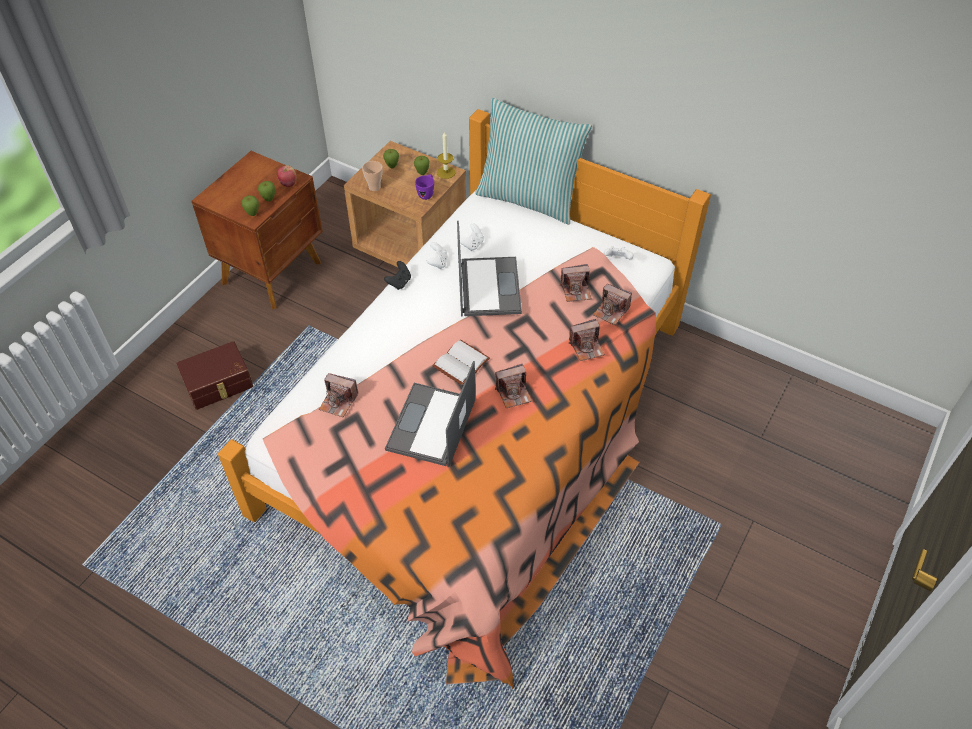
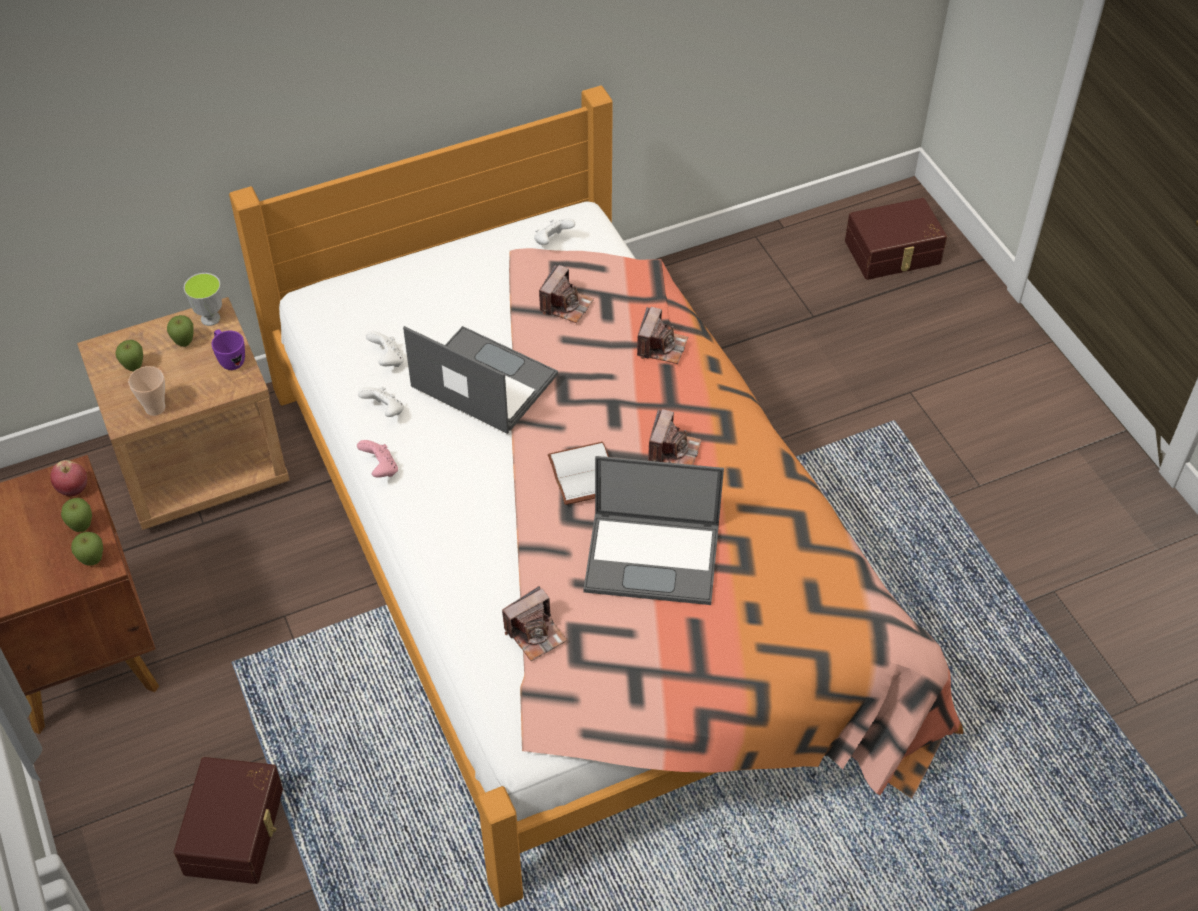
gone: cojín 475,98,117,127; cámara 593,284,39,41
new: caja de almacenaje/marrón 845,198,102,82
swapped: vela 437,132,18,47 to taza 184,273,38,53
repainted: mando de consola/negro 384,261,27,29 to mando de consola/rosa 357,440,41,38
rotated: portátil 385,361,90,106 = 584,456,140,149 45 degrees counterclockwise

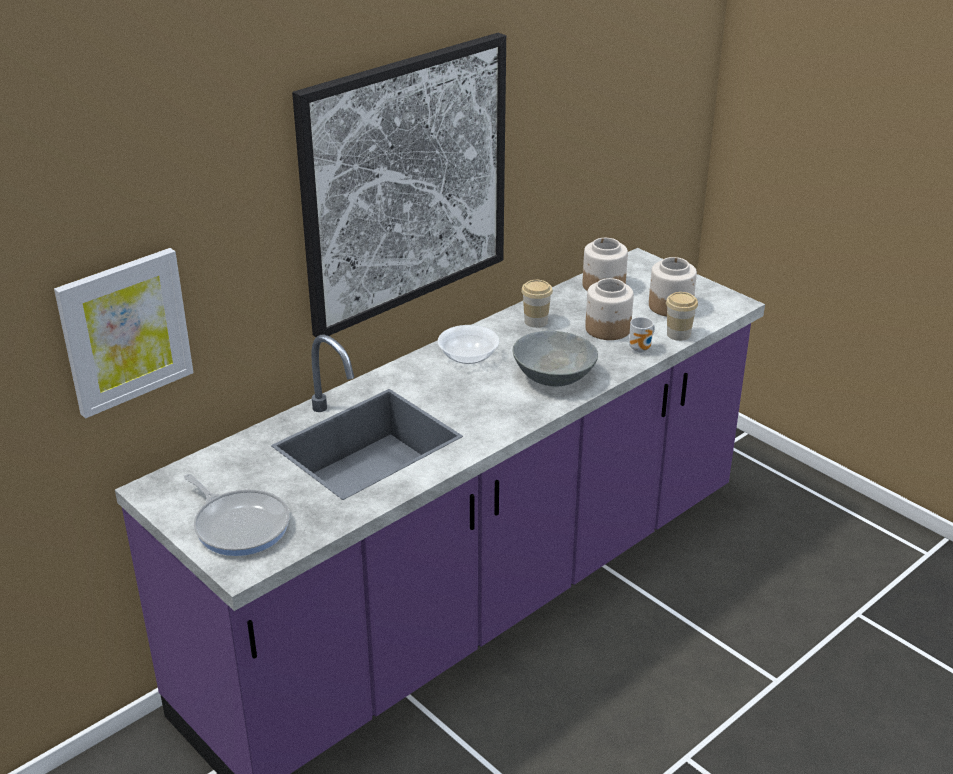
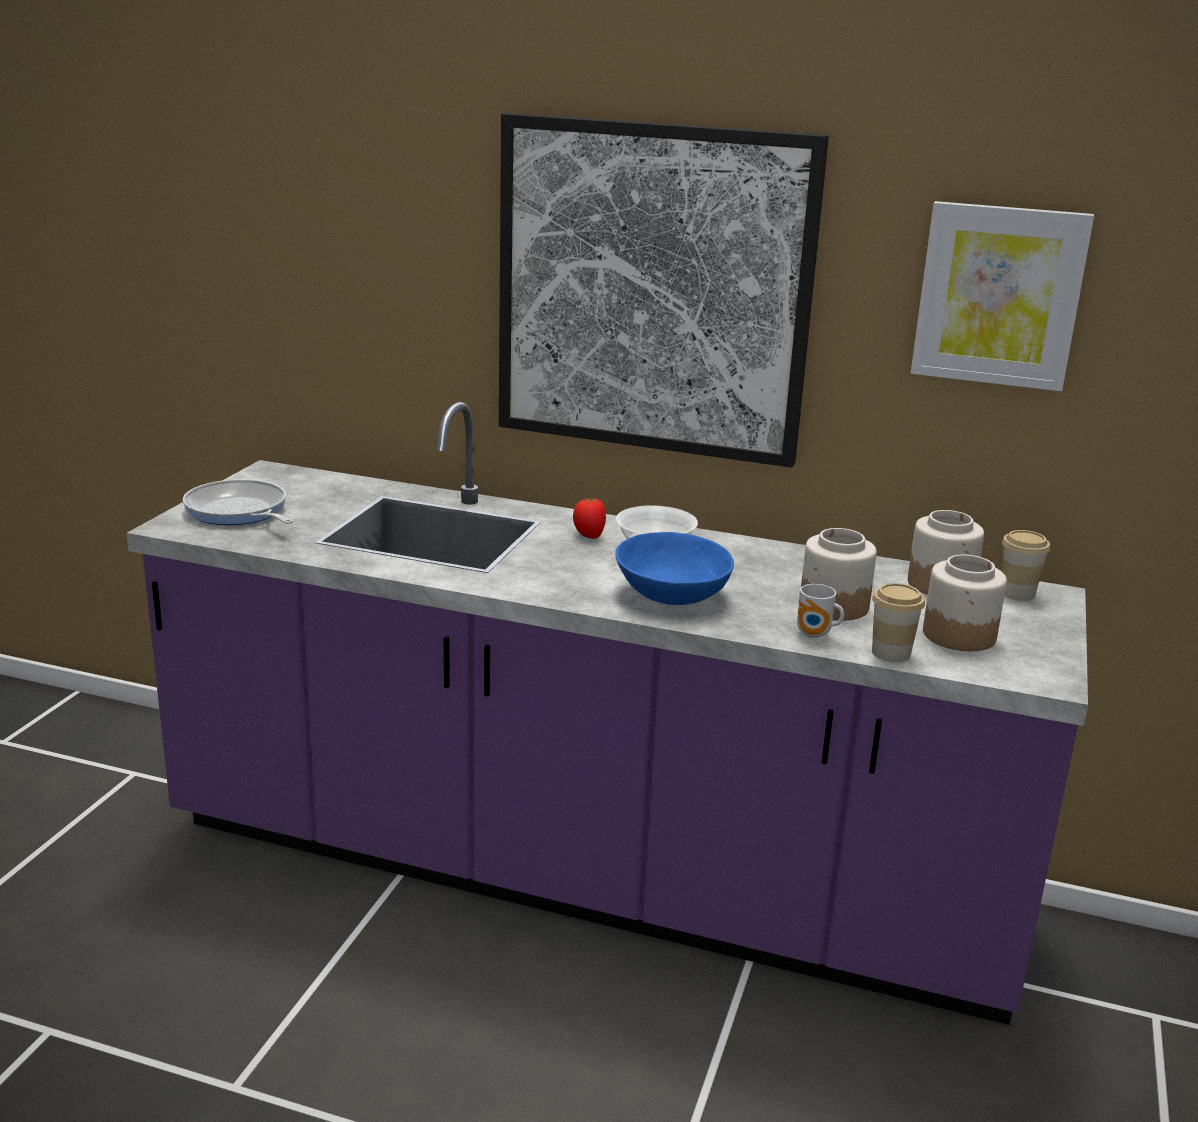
new: tomate 573,498,33,41
shifted: cuadro 54,248,140,170 to 911,201,183,190; taza 521,280,32,48 to 1002,530,48,71
repainted: cuenco/gris 513,331,85,55 to cuenco/azul 615,532,119,73
rotated: sartén 184,474,106,82 = 183,479,110,46 120 degrees clockwise

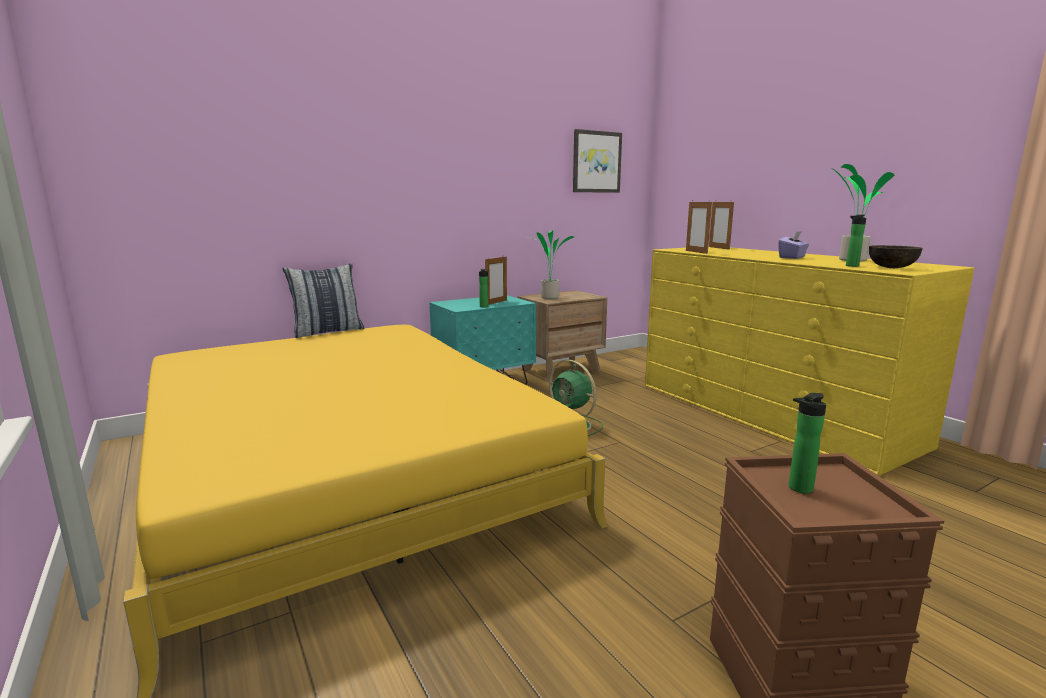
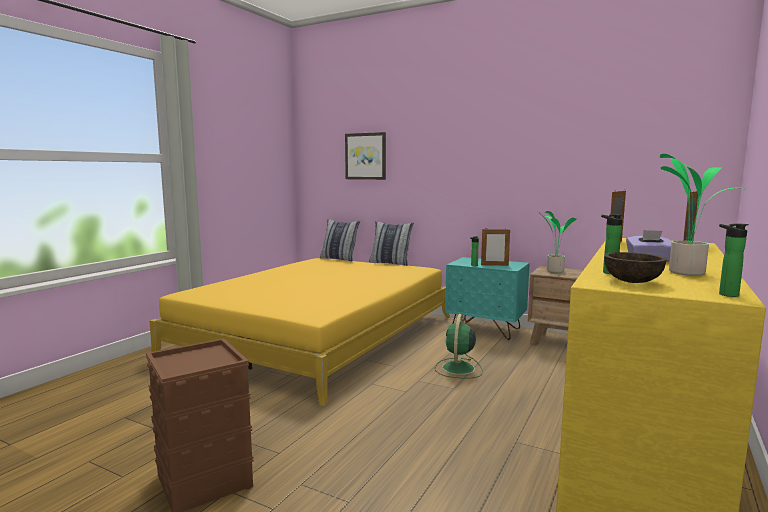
new: cojín 320,219,40,43
shifted: cuadro 573,129,49,64 to 345,132,41,48; botella 789,393,37,101 to 719,223,30,74

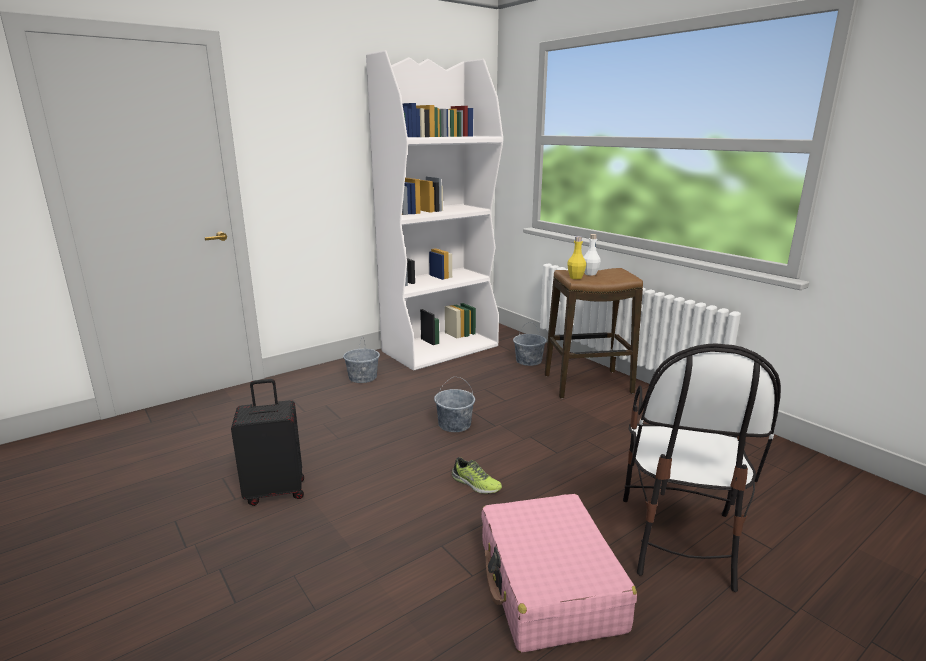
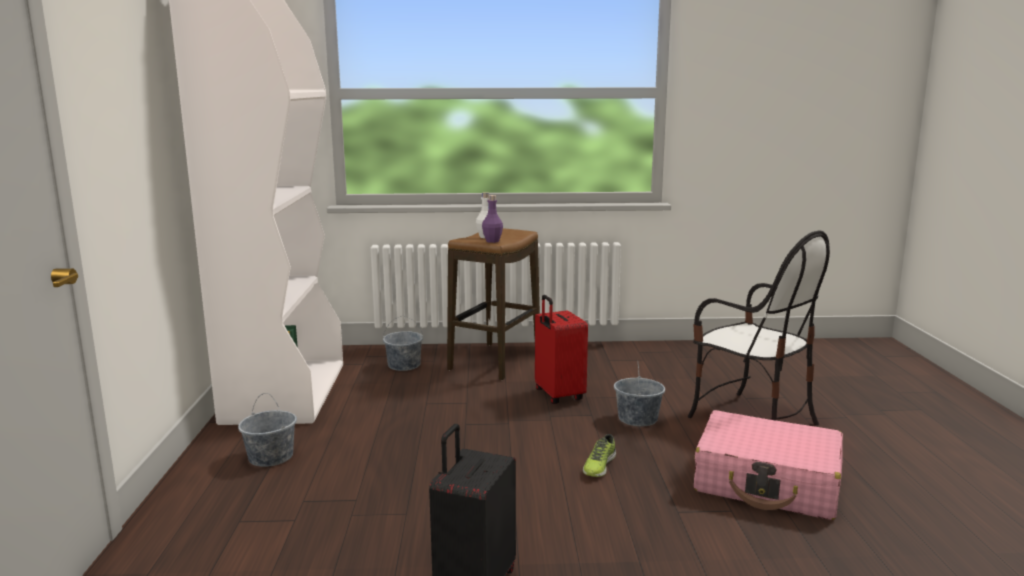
new: maleta/rojo 535,295,53,109
shifted: cubo/gris 434,377,41,55 to 614,364,51,63
repainted: botella/amarillo 567,236,19,43 to botella/morado 482,195,21,48
rotated: zapato 452,457,50,37 = 583,434,33,43 135 degrees clockwise

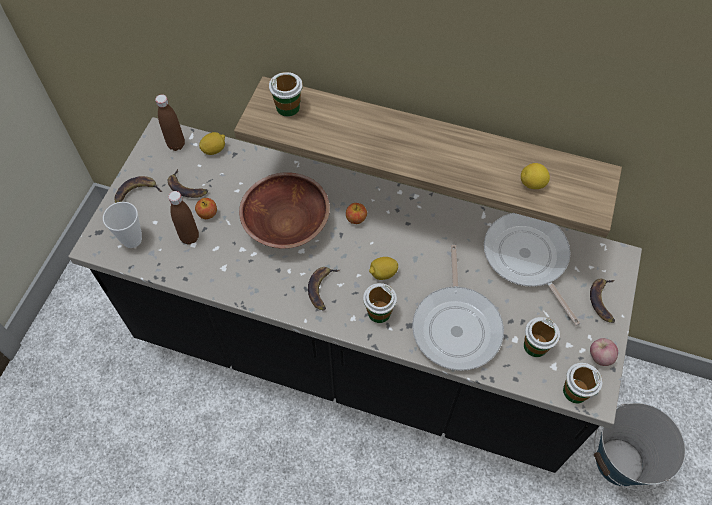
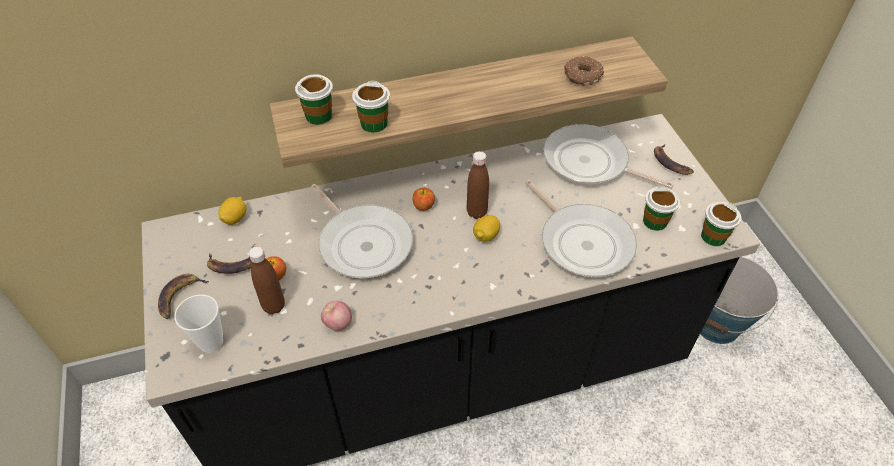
gone: plátano 308,267,33,44
shifted: botella/marrón 155,95,30,56 to 467,151,22,68; taza 363,283,34,40 to 352,80,38,53; manzana 590,338,28,28 to 321,301,31,30
swapped: cuenco/marrón 239,172,91,77 to sartén 311,184,102,94; limón 521,163,29,26 to rosquilla 564,56,40,30

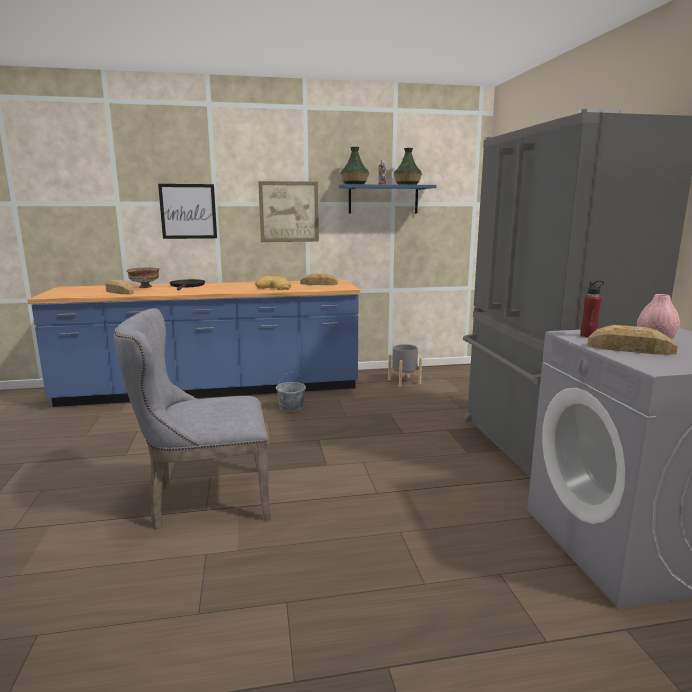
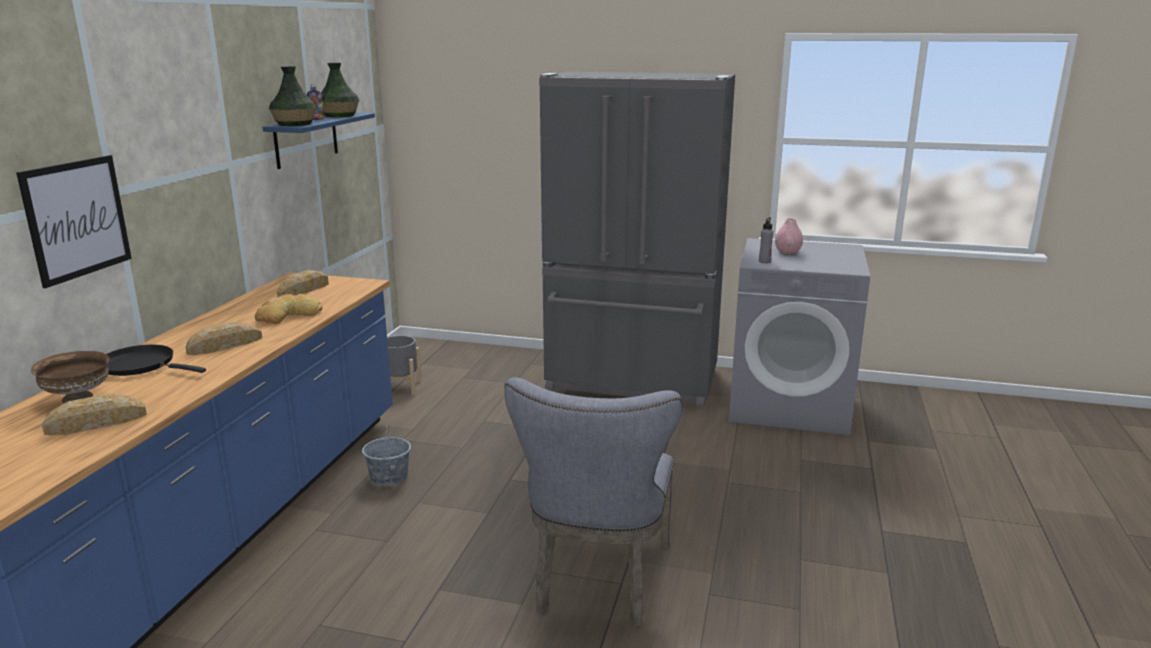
gone: cuadro 258,181,61,61
shifted: pan 587,325,91,30 to 185,322,77,33
repainted: botella/rojo 580,281,24,57 to botella/gris 759,217,14,46

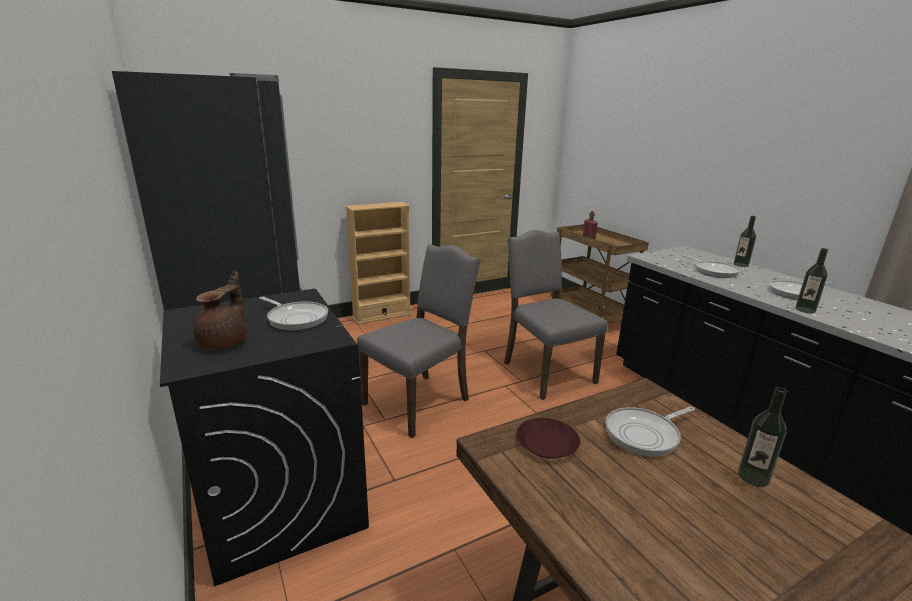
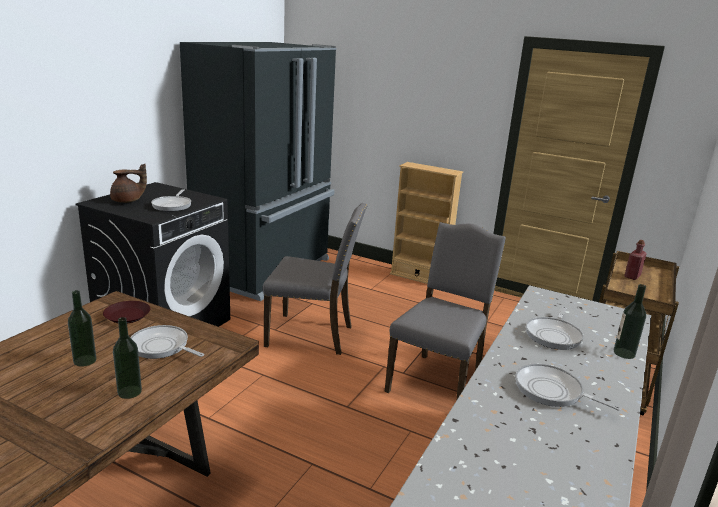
shifted: botella 795,248,33,65 to 68,290,28,77

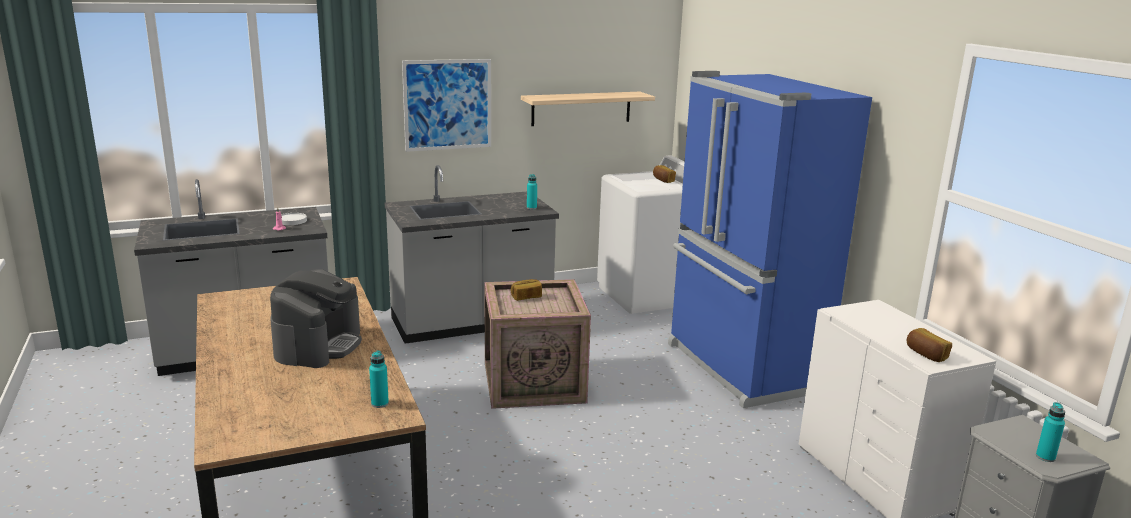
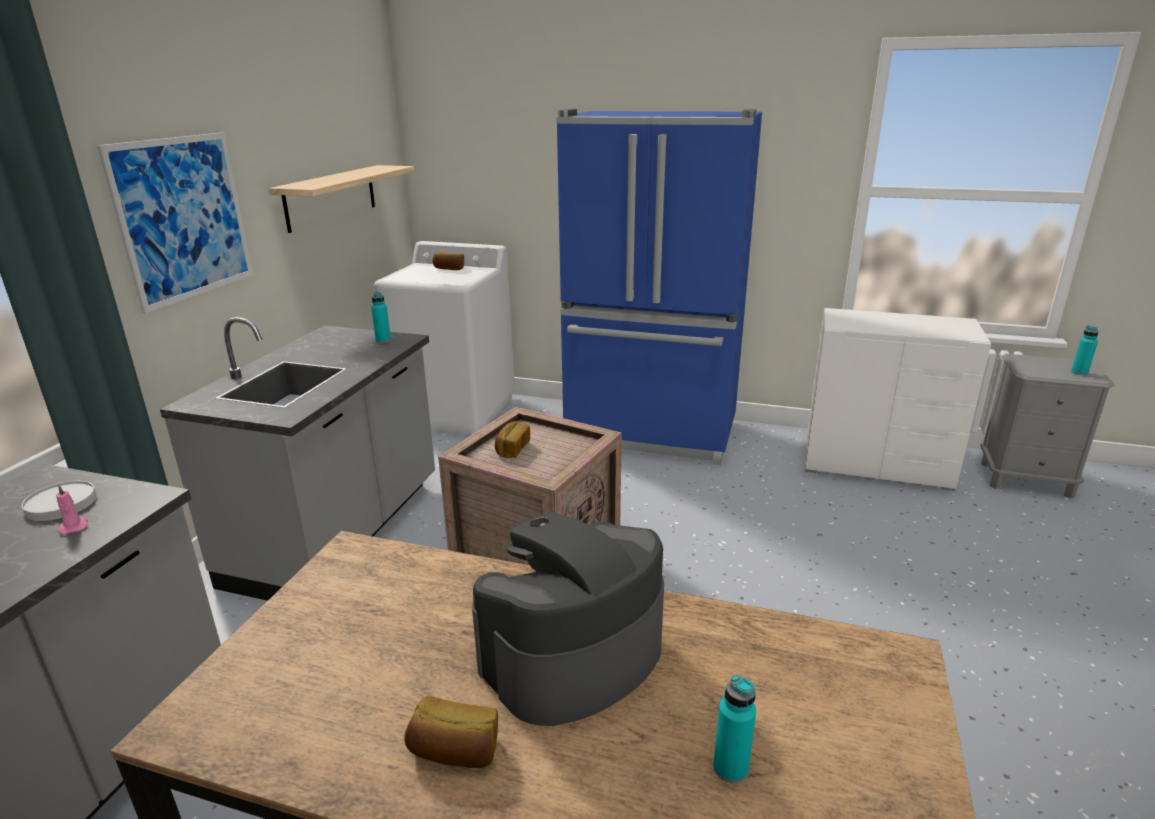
shifted: botella/turquesa 369,351,20,57 to 713,675,43,108; pan 907,328,45,34 to 404,695,94,73
rotated: cafetera 270,269,92,99 = 472,512,192,214 90 degrees counterclockwise

